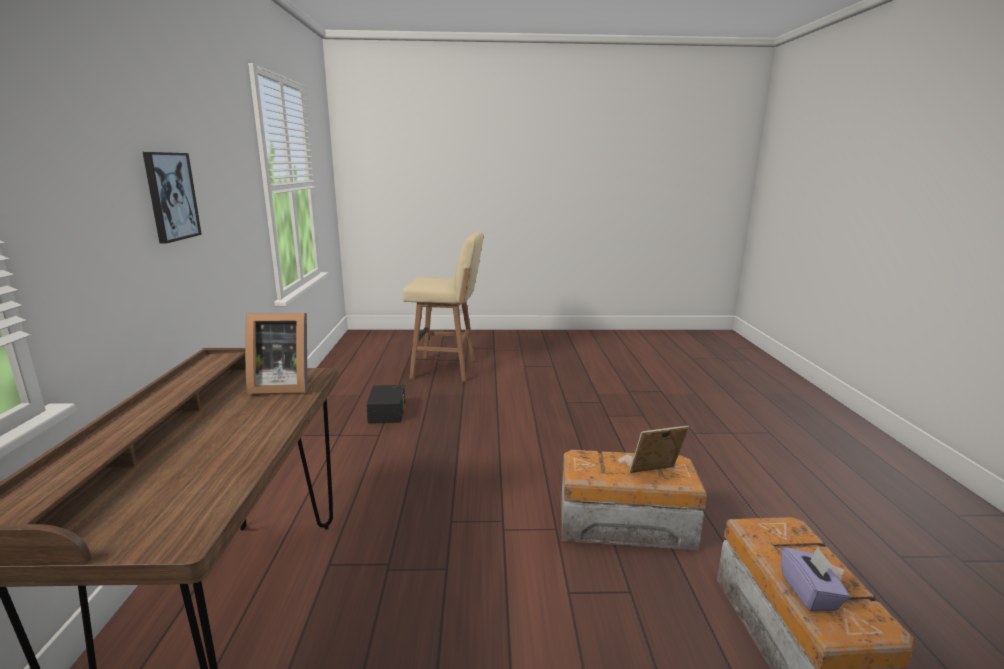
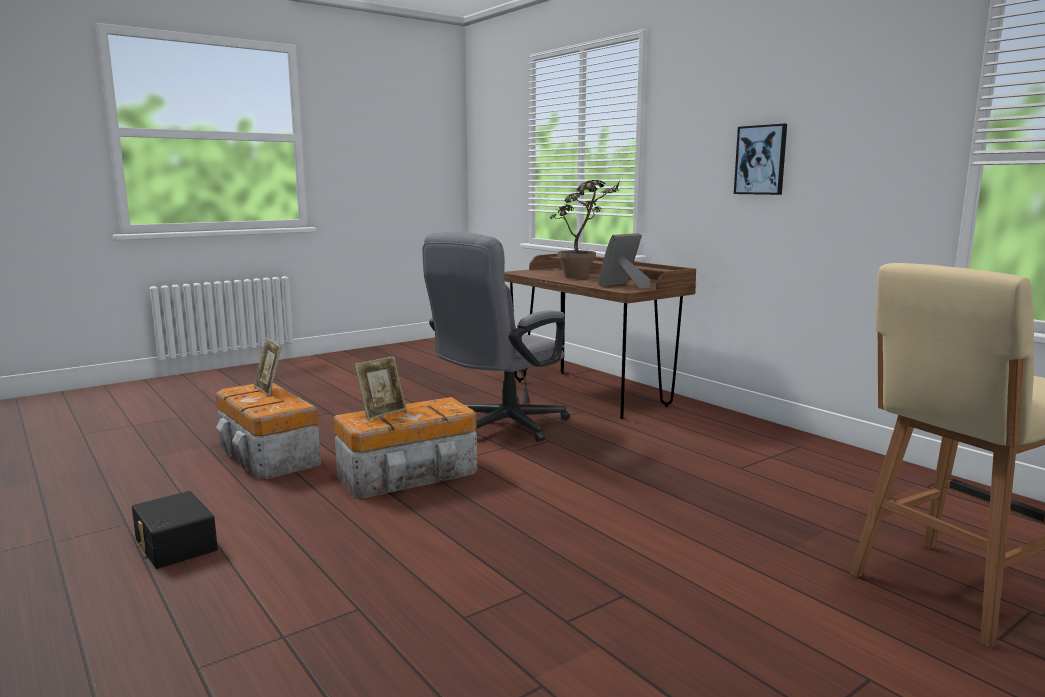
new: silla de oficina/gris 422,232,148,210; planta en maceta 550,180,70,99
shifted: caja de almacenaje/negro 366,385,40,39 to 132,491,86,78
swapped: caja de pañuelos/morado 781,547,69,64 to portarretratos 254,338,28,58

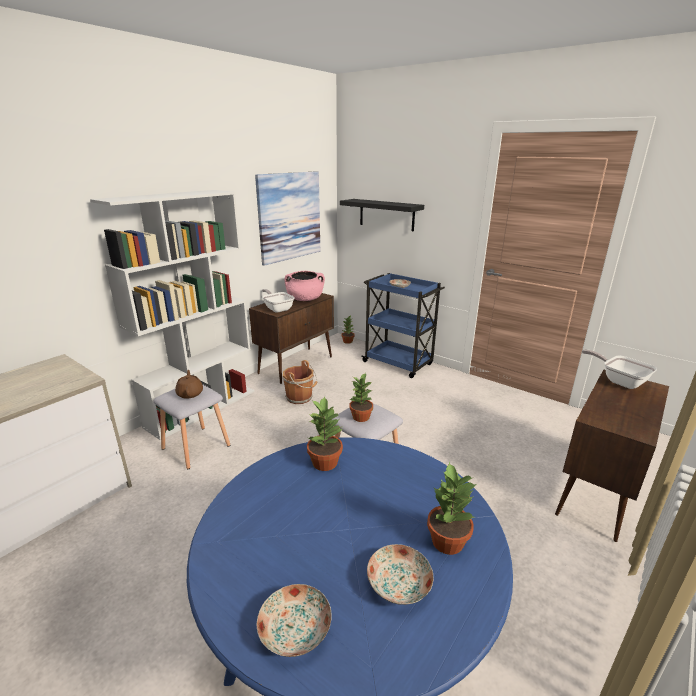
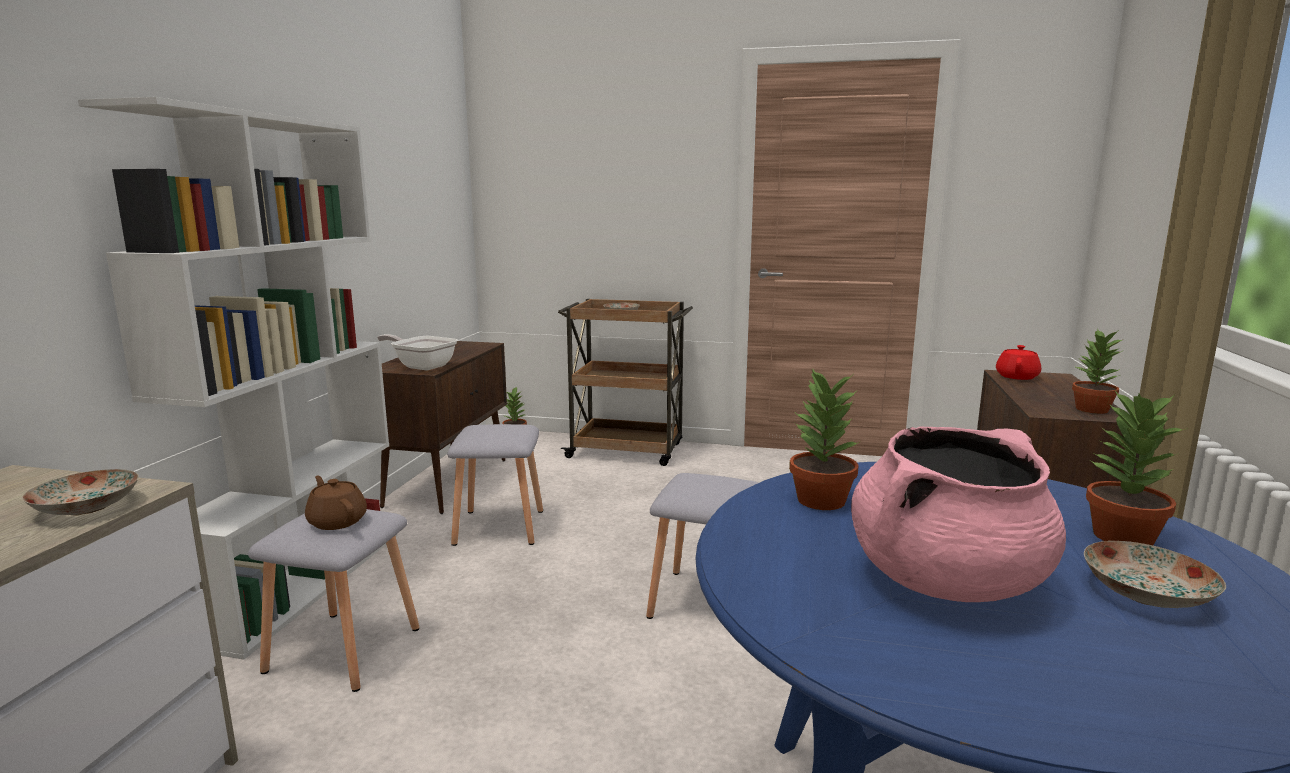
gone: cuadro 255,171,65,95; estante/negro 340,199,84,32
shifted: plato 257,584,75,73 to 22,469,117,47; olla/rosa 284,271,41,30 to 851,426,215,176; planta en maceta 349,373,24,49 to 1072,329,50,85
swapped: cubo/marrón 282,360,35,44 to taburete/gris 447,424,96,122; sartén 582,349,75,40 to tetera/rojo 996,345,45,35
repainted: carrito/azul 361,273,84,105 to carrito/marrón 558,299,135,167

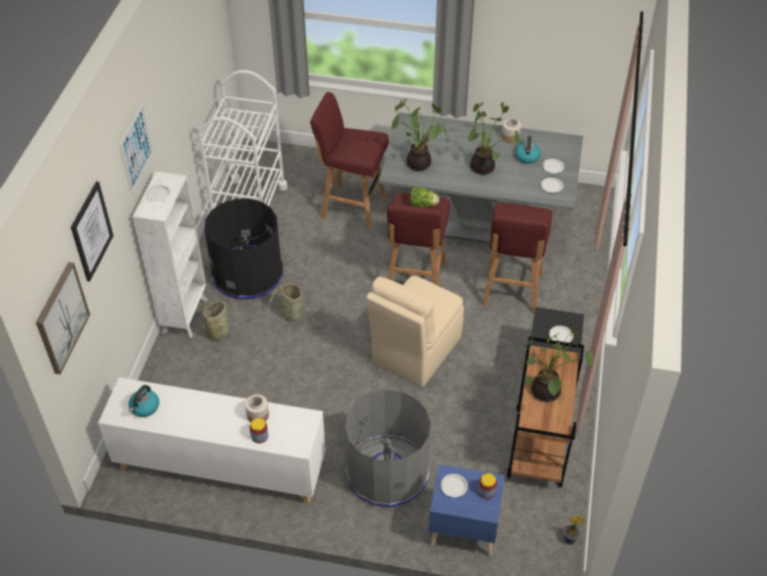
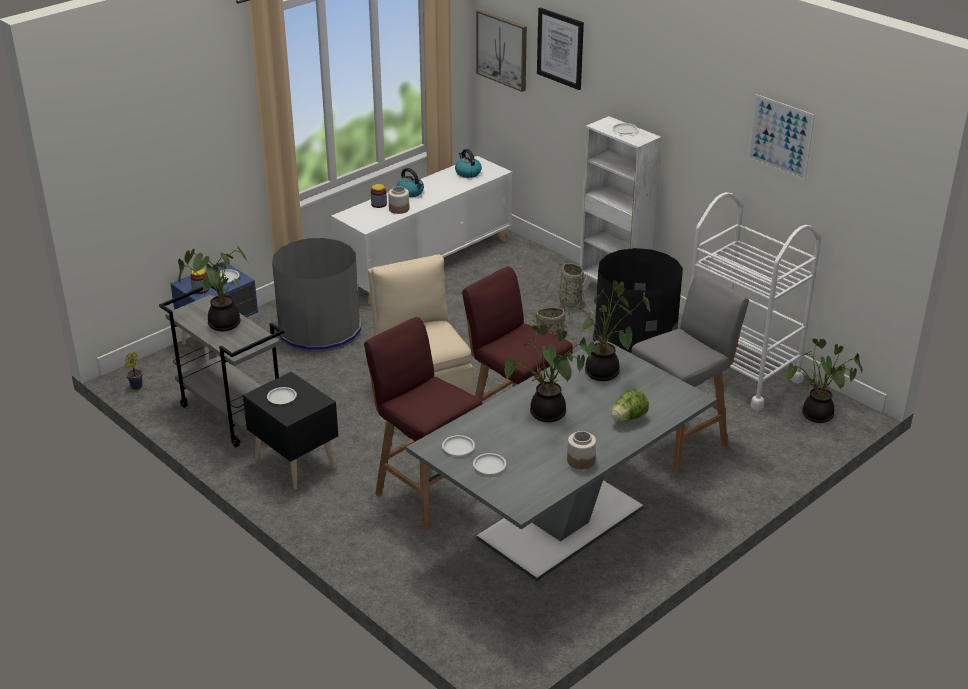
new: planta en maceta 786,339,77,84
shifted: cuadro 119,103,34,90 to 748,94,67,87; lechuga 410,187,29,20 to 611,389,38,33; hervidor 515,136,26,28 to 396,168,28,29
repainted: taburete/rojo 310,92,79,137 to taburete/gris 631,272,118,202; carrito/marrón 507,337,77,150 to carrito/gris 159,286,125,161

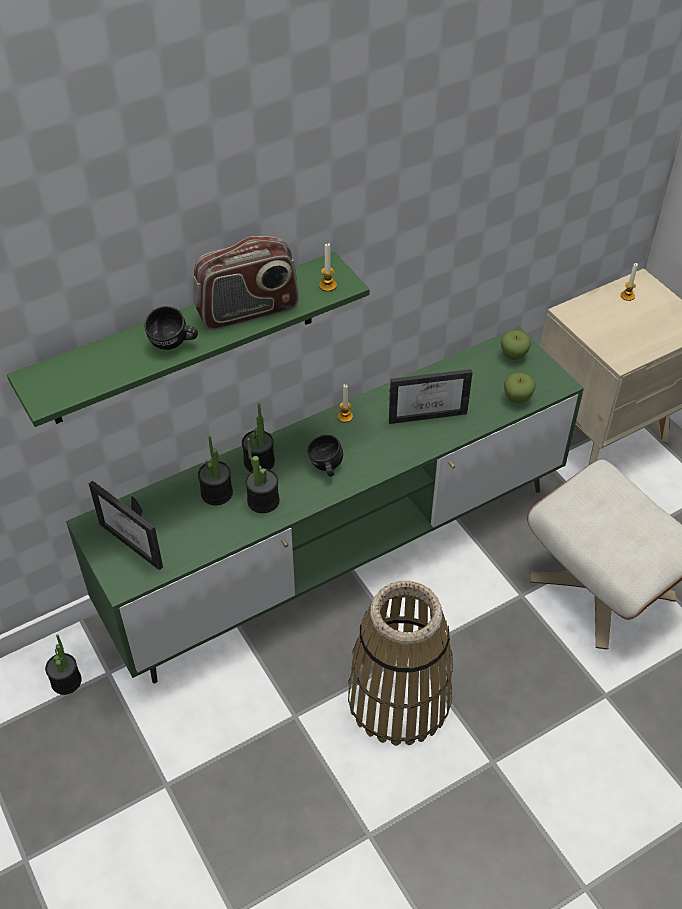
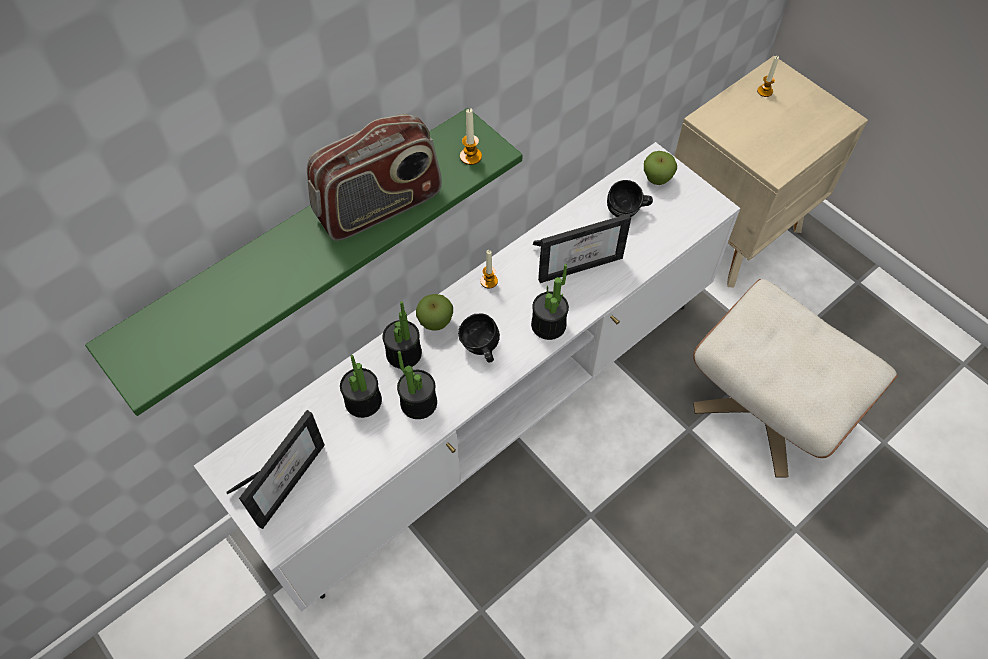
gone: cesta 348,581,105,165
shifted: planta en maceta 45,634,37,61 to 531,264,38,76; taza grande/negro 144,306,54,44 to 607,180,46,37; manzana 504,373,32,30 to 416,294,37,37
repainted: mueble de televisión/verde 66,326,518,357 to mueble de televisión/blanco 194,142,546,470
rotated: portarretratos 89,481,74,89 = 227,410,98,119 90 degrees counterclockwise

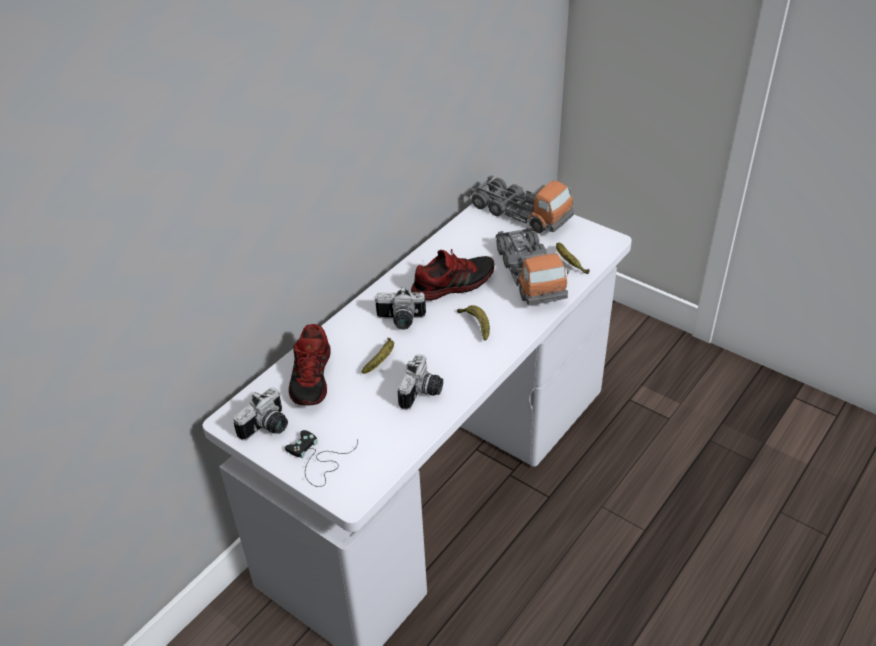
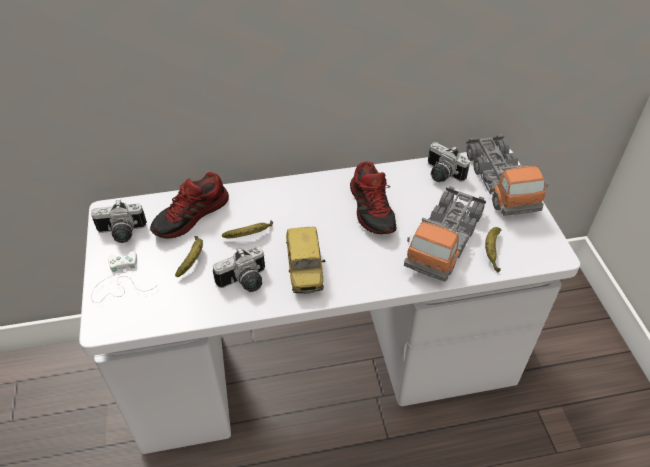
new: coche de juguete 286,227,39,67
shifted: cámara 375,287,51,43 to 428,142,42,40; plátano 457,305,33,36 to 175,236,28,41
repainted: mando de consola/negro 285,430,73,57 to mando de consola/blanco 91,251,67,52
rotated: zapato 411,249,83,52 = 350,162,46,72 60 degrees clockwise

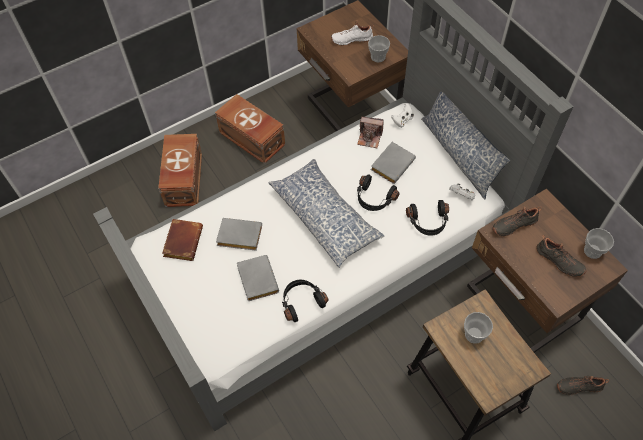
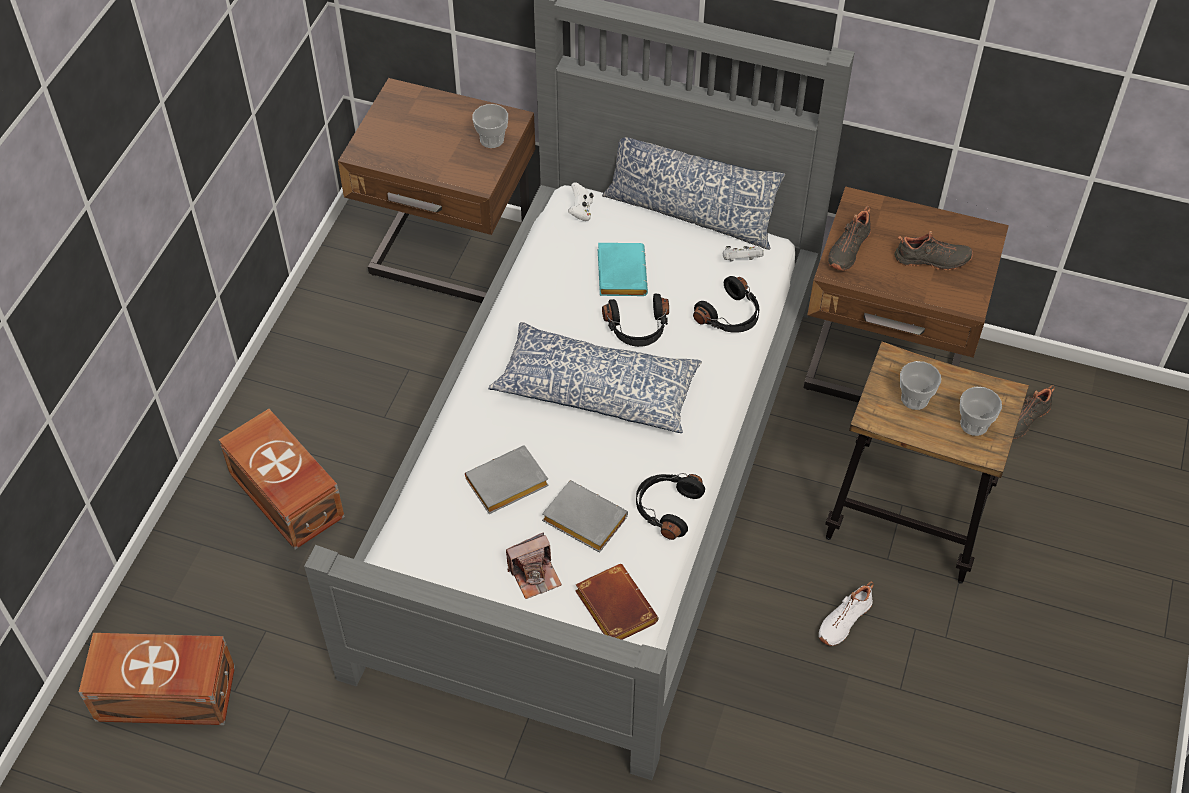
shifted: libro/marrón 162,219,41,42 to 575,564,84,76; caja de almacenaje/marrón 215,94,70,70 to 79,633,156,92; zapato/blanco 331,20,43,26 to 819,581,55,65; cámara 357,117,27,31 to 506,532,56,67; taza 584,228,30,31 to 960,387,42,49
repainted: libro/gris 370,142,46,42 to libro/turquesa 598,243,50,53

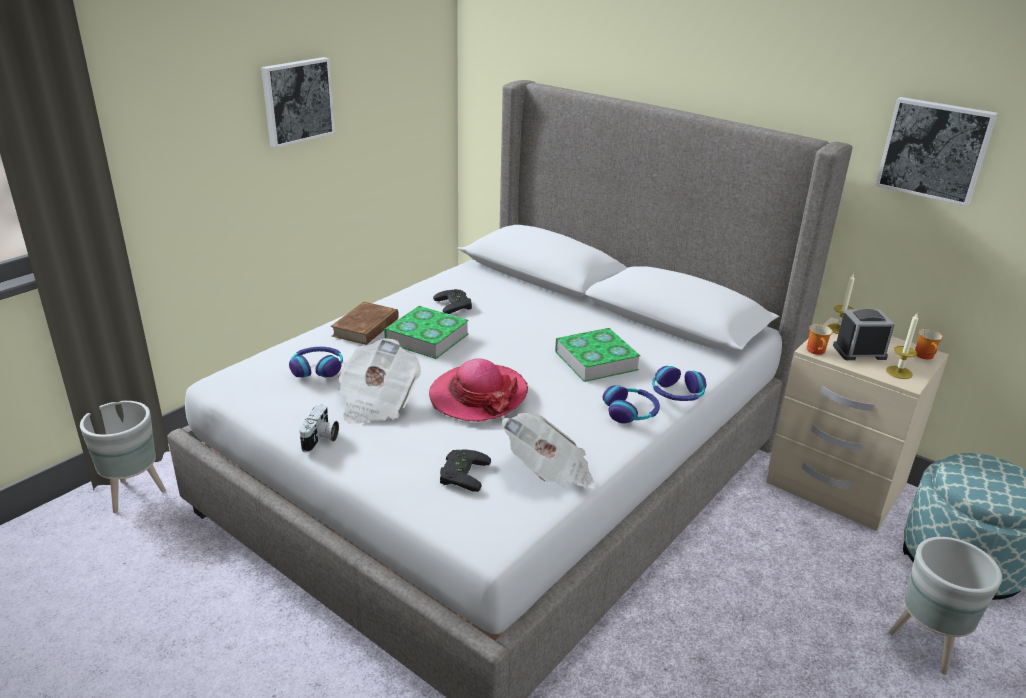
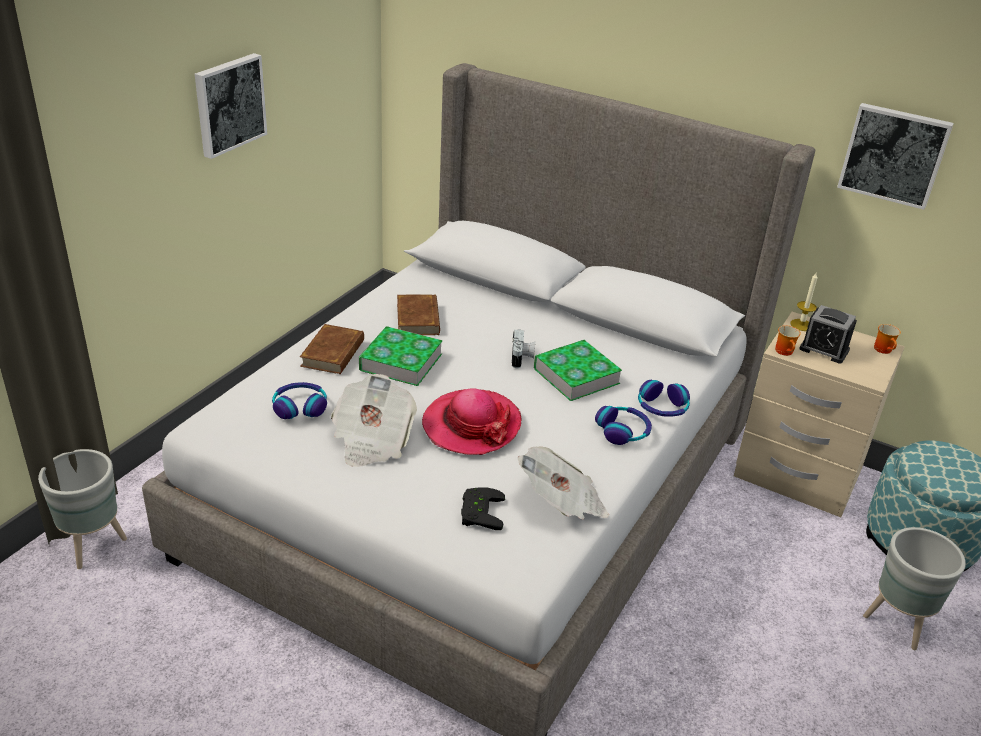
gone: vela 886,313,32,66
shifted: cámara 299,405,40,47 to 512,329,23,39
swapped: mando de consola/negro 433,289,39,25 to libro/marrón 397,294,43,41
rotated: despertador 833,309,61,51 = 799,305,58,58 135 degrees counterclockwise

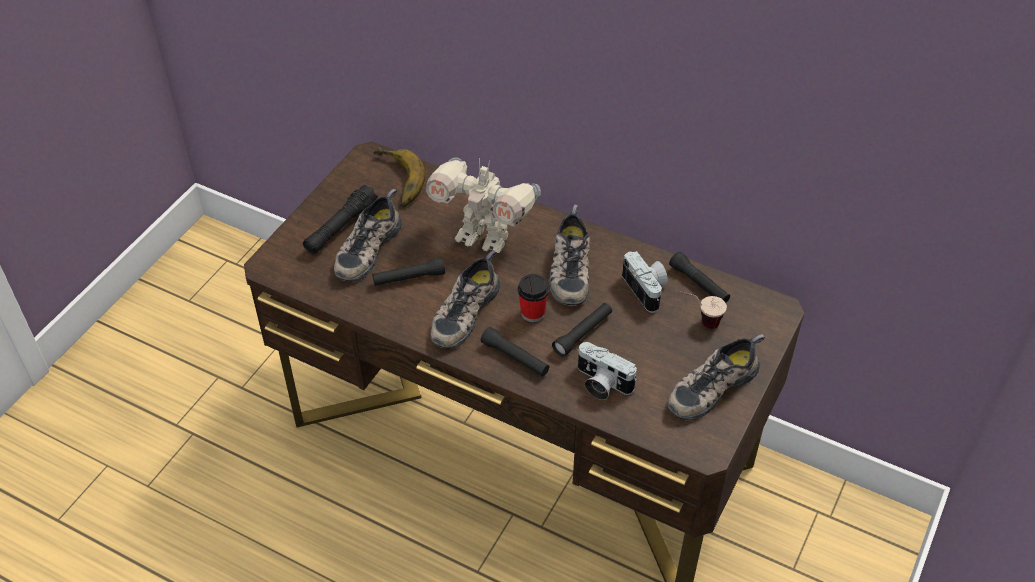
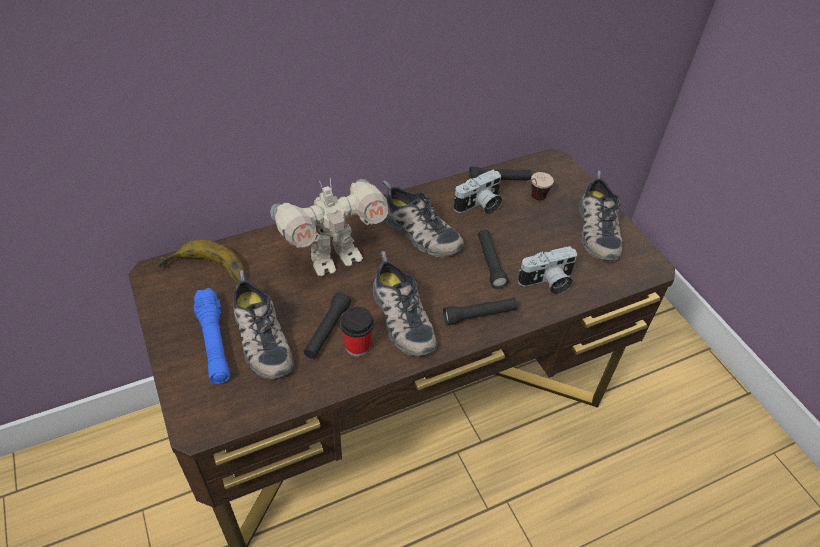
shifted: taza 518,274,31,48 to 340,307,34,50
repainted: linterna/negro 303,184,75,71 to linterna/azul 193,288,37,96
rotated: cámara 622,251,46,62 = 453,170,49,45 135 degrees clockwise

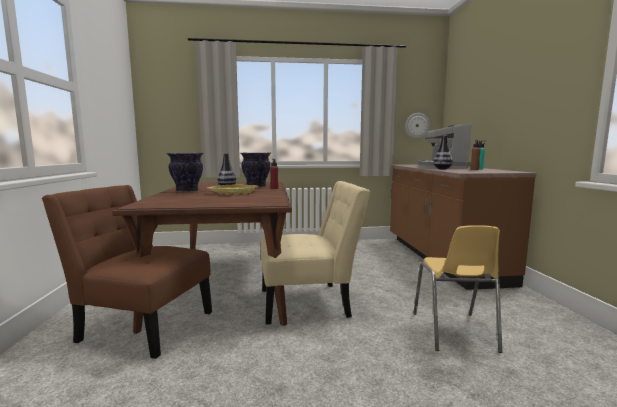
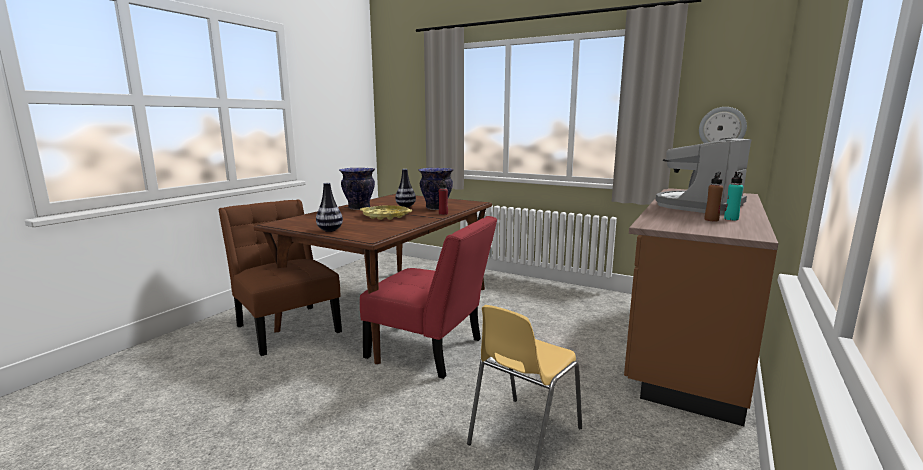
shifted: florero 433,135,20,35 to 316,182,27,50
repainted: silla/beis 261,181,109,144 to silla/rojo 360,216,137,163

